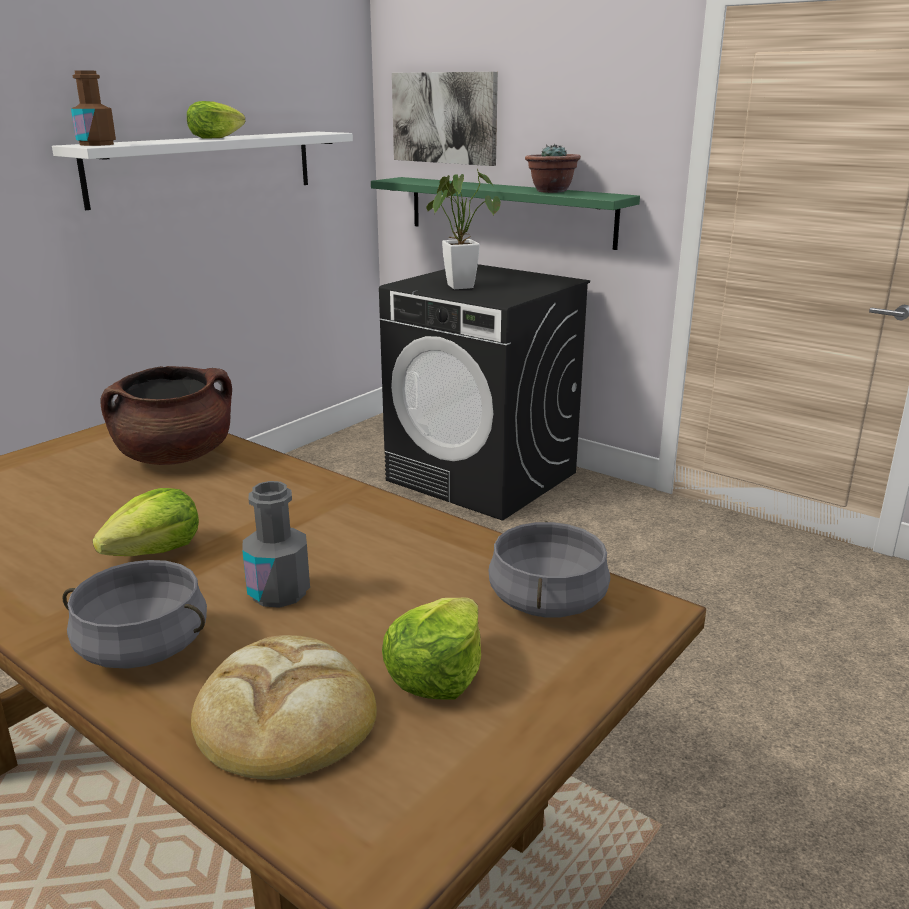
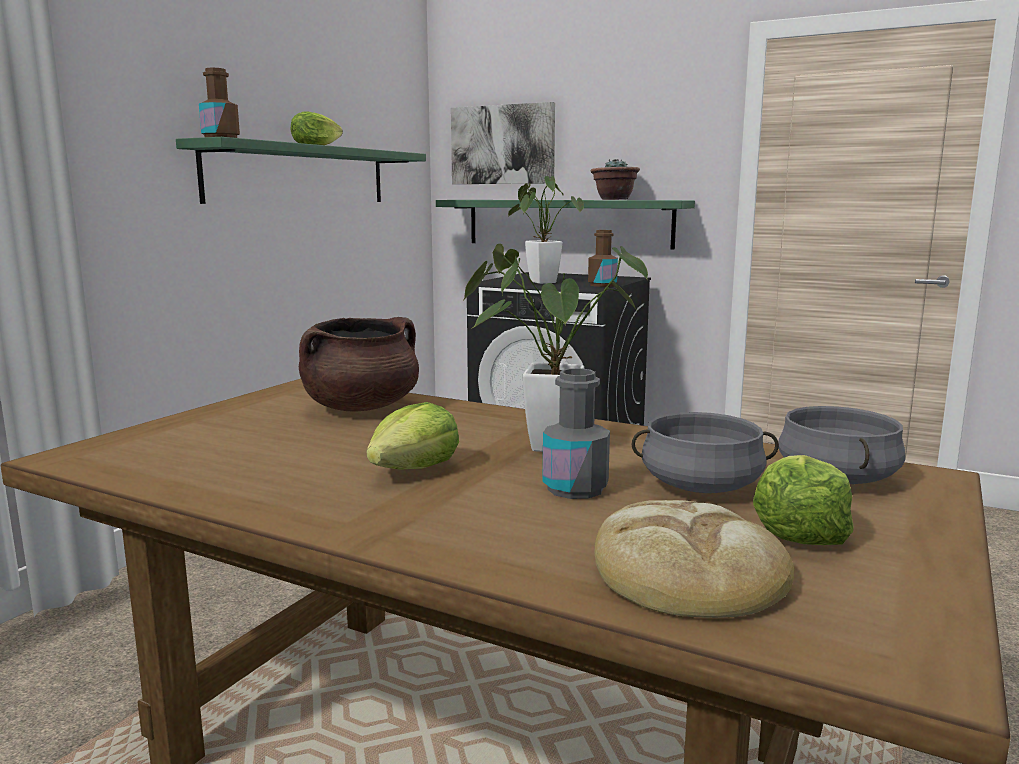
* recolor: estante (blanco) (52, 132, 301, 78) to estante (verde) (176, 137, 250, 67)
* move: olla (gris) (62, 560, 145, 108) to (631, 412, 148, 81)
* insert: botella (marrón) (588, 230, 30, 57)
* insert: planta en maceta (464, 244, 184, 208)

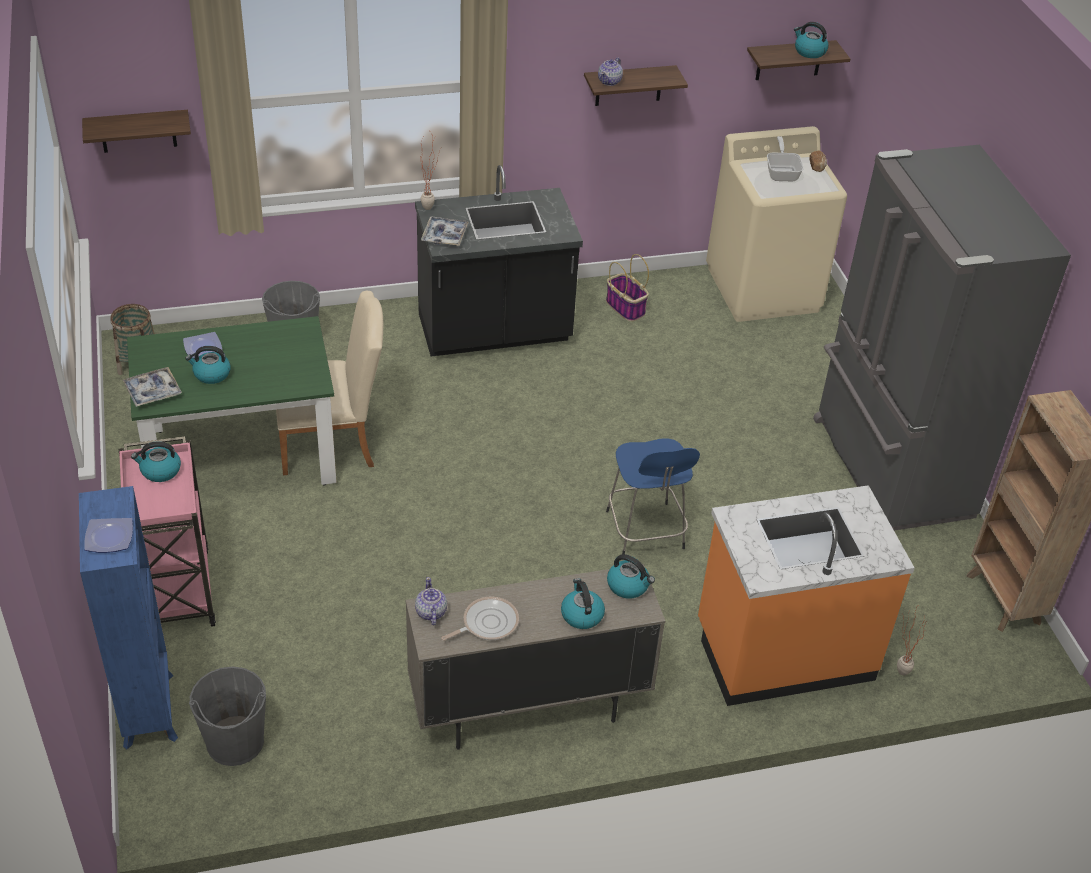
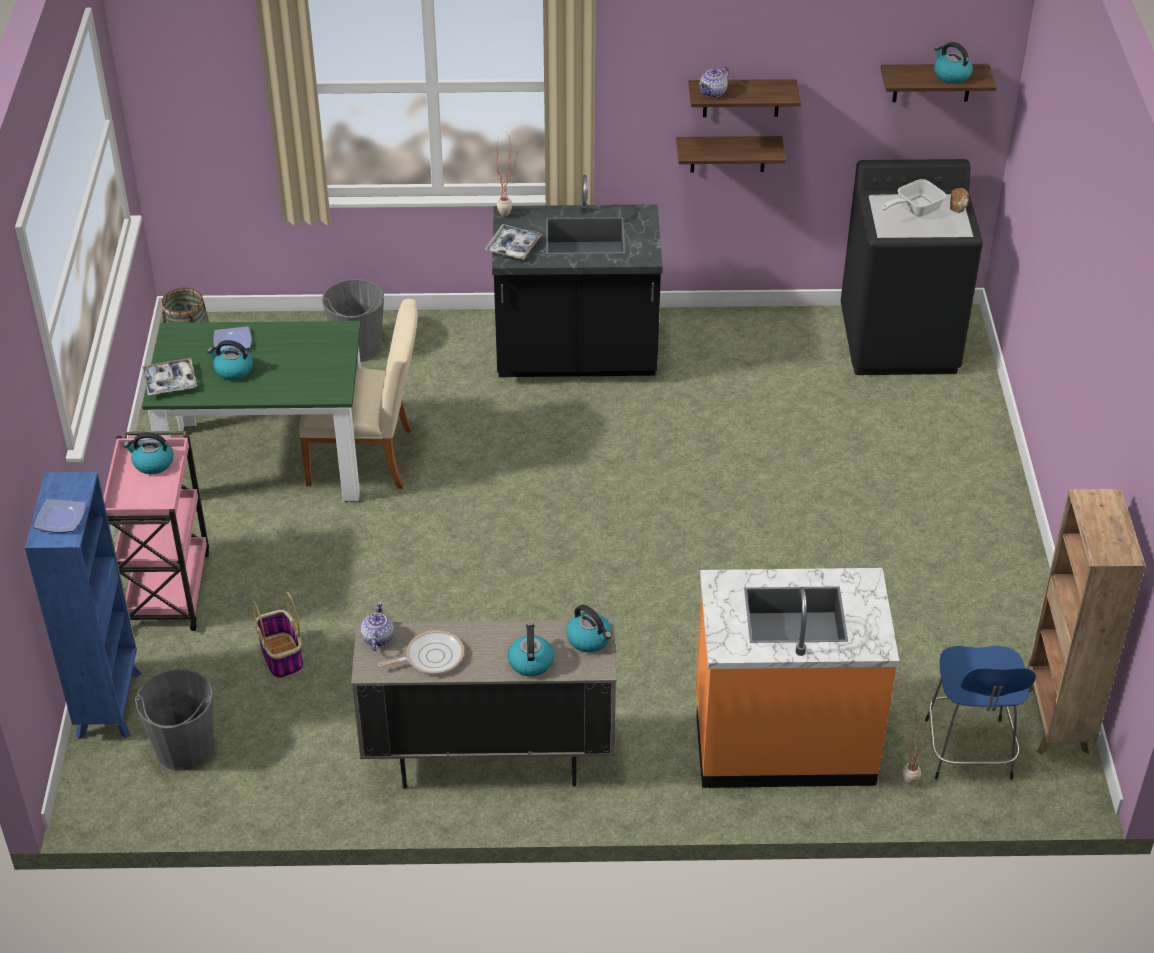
* move: estante (82, 110, 109, 43) to (676, 136, 110, 37)
* recolor: lavadora (beis) (706, 126, 141, 196) to lavadora (negro) (841, 159, 142, 216)
* rotate: sartén (767, 136, 37, 45) = (882, 179, 64, 38) 135 degrees counterclockwise
* delete: nevera (gris) (813, 145, 258, 385)
* move: cesta (606, 254, 43, 68) to (252, 592, 51, 87)
* move: taburete (azul) (606, 438, 94, 116) to (925, 646, 111, 134)

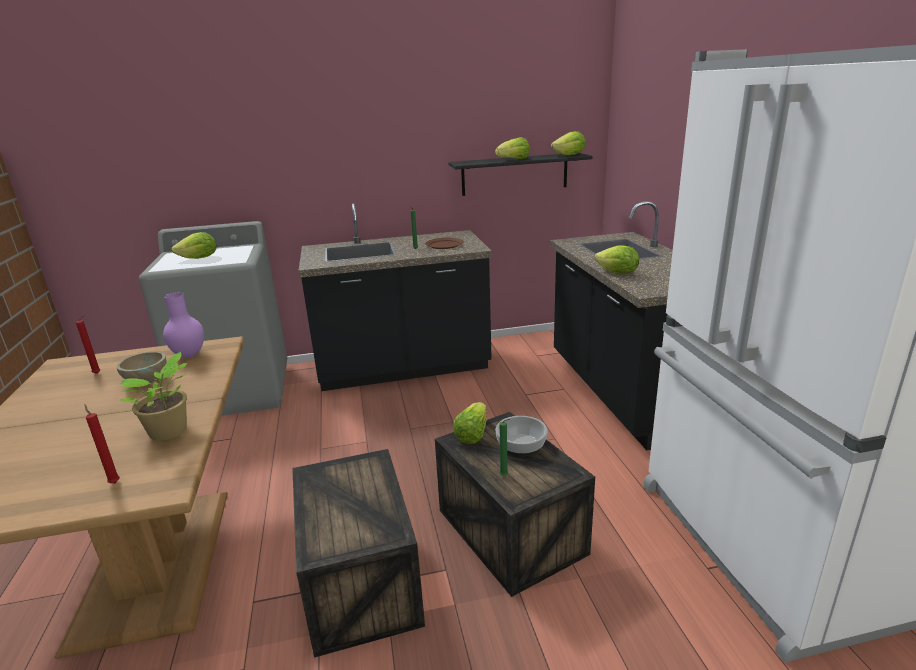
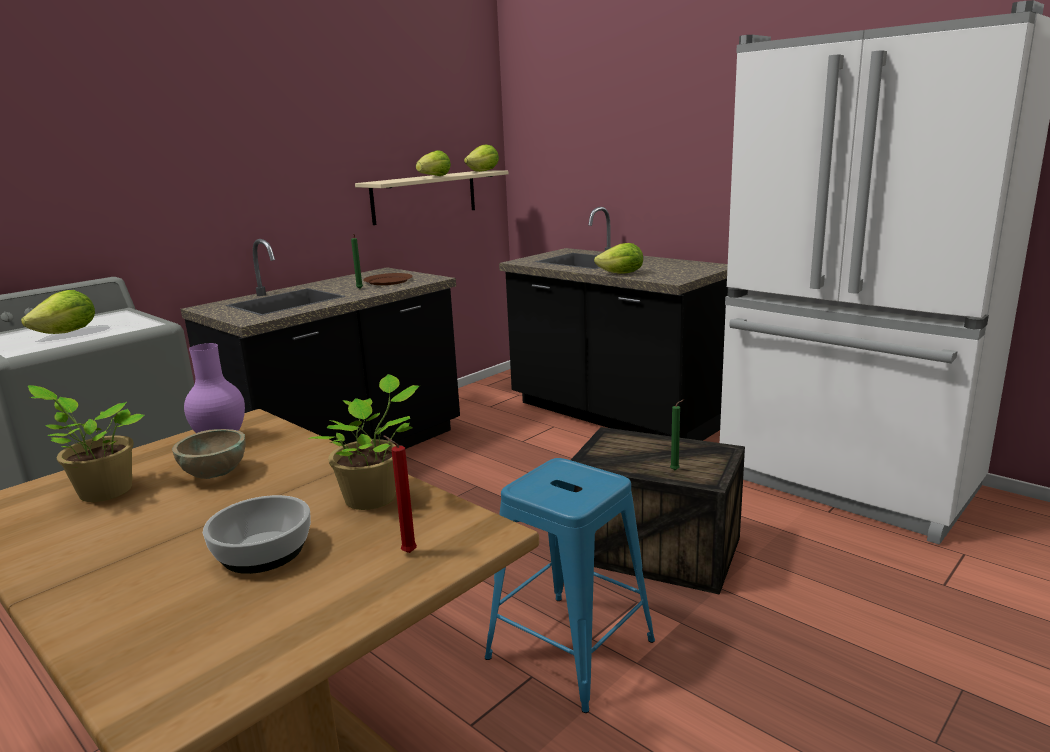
* recolor: estante (negro) (448, 153, 145, 43) to estante (beis) (355, 170, 153, 55)
* replace: vela (rojo) (76, 315, 25, 59) to planta en maceta (28, 385, 116, 117)
* delete: lechuga (453, 402, 34, 42)
* move: cuenco (496, 416, 52, 41) to (203, 495, 108, 79)
* replace: caja de embalaje (292, 449, 133, 209) to taburete (azul) (485, 458, 170, 255)

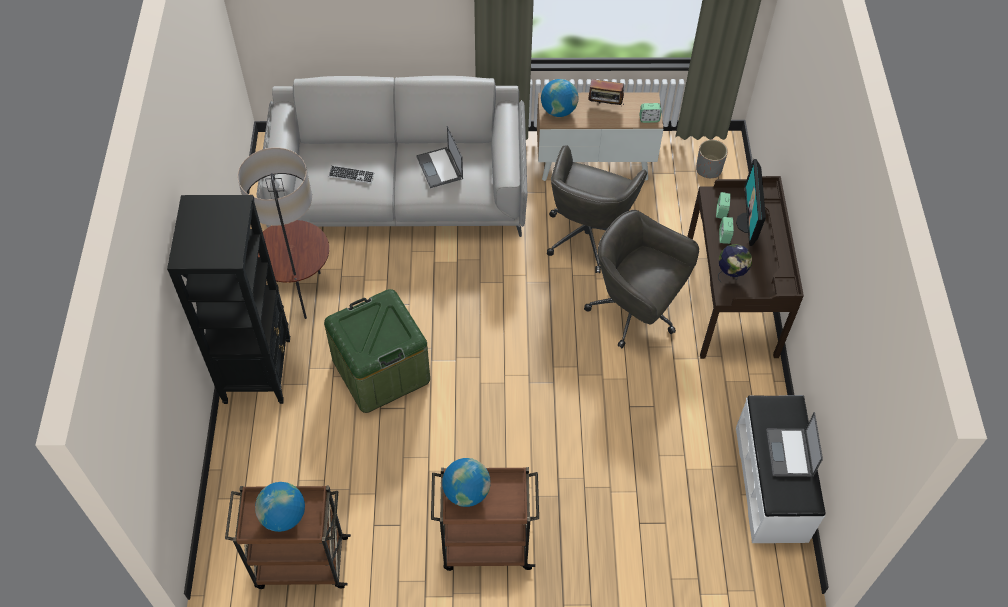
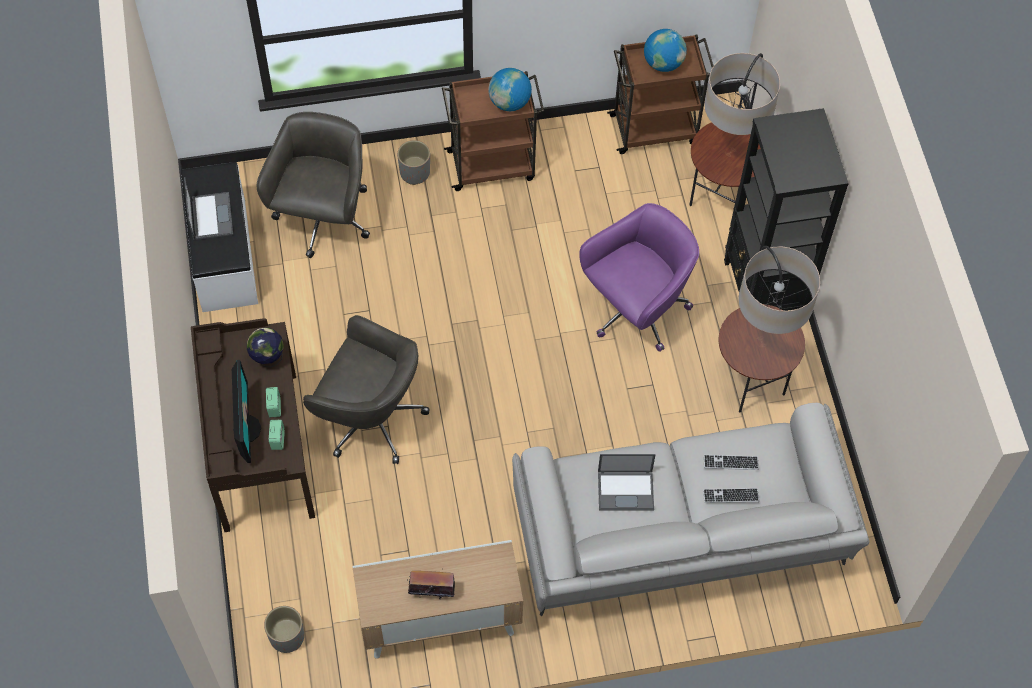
* delete: globo terráqueo (541, 79, 38, 38)
* delete: despertador (639, 103, 23, 20)
* rotate: portátil (416, 126, 47, 62) = (598, 454, 58, 56) 120 degrees clockwise
* move: silla de oficina (gris) (547, 145, 100, 128) to (257, 112, 113, 146)
* replace: caja de almacenaje (verde) (324, 289, 106, 124) to silla de oficina (morado) (579, 203, 120, 149)
* insert: lámpara de pie (689, 53, 91, 173)
* insert: maceta (gris) (397, 140, 33, 45)
* insert: teclado (703, 488, 56, 15)

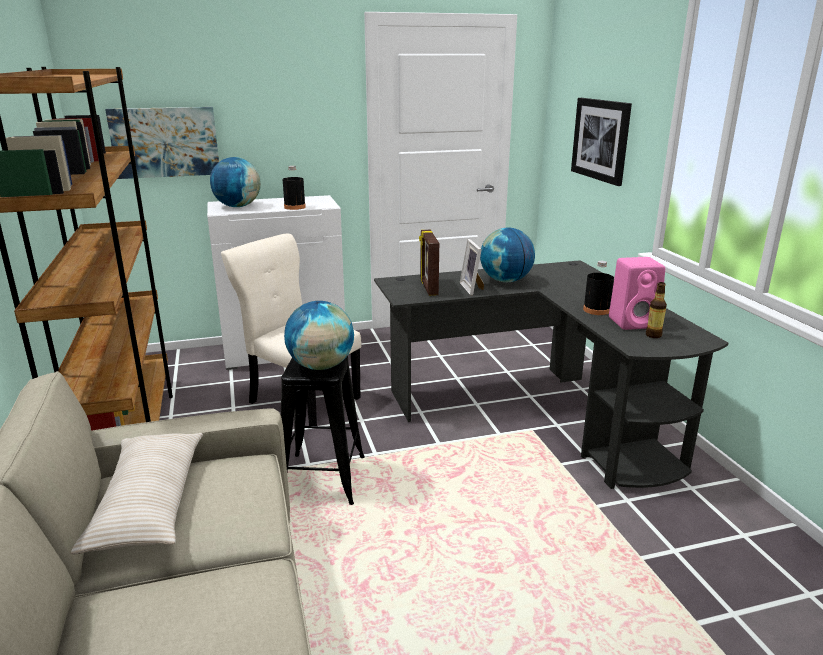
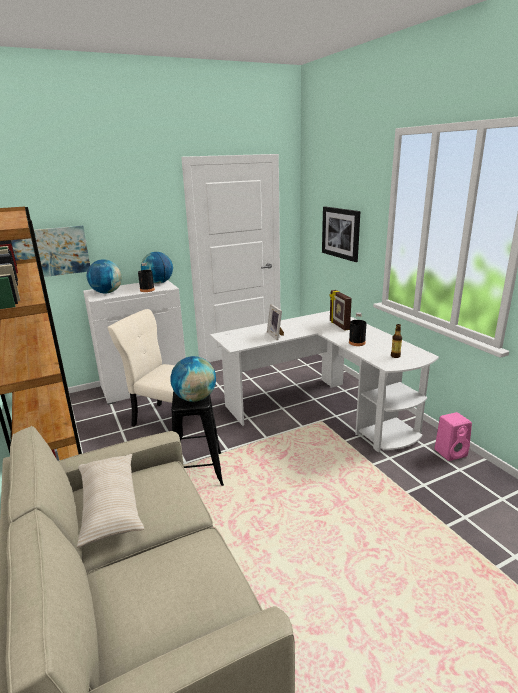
* move: globo terráqueo (480, 228, 55, 54) to (141, 252, 32, 32)
* move: portarretratos (419, 230, 20, 66) to (330, 290, 22, 41)
* move: altavoz (rosa) (609, 257, 56, 73) to (435, 412, 37, 49)
* recolor: escritorio (negro) (374, 260, 354, 229) to escritorio (blanco) (210, 311, 229, 141)

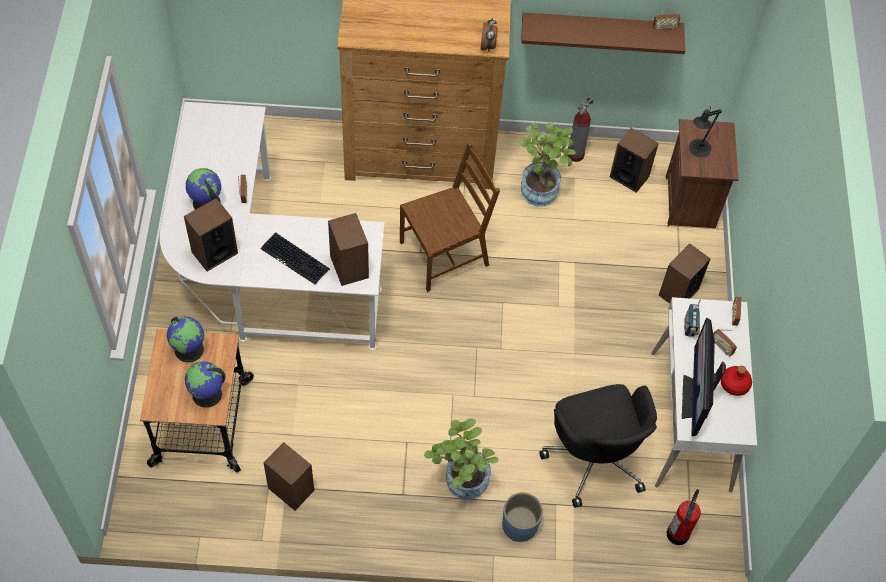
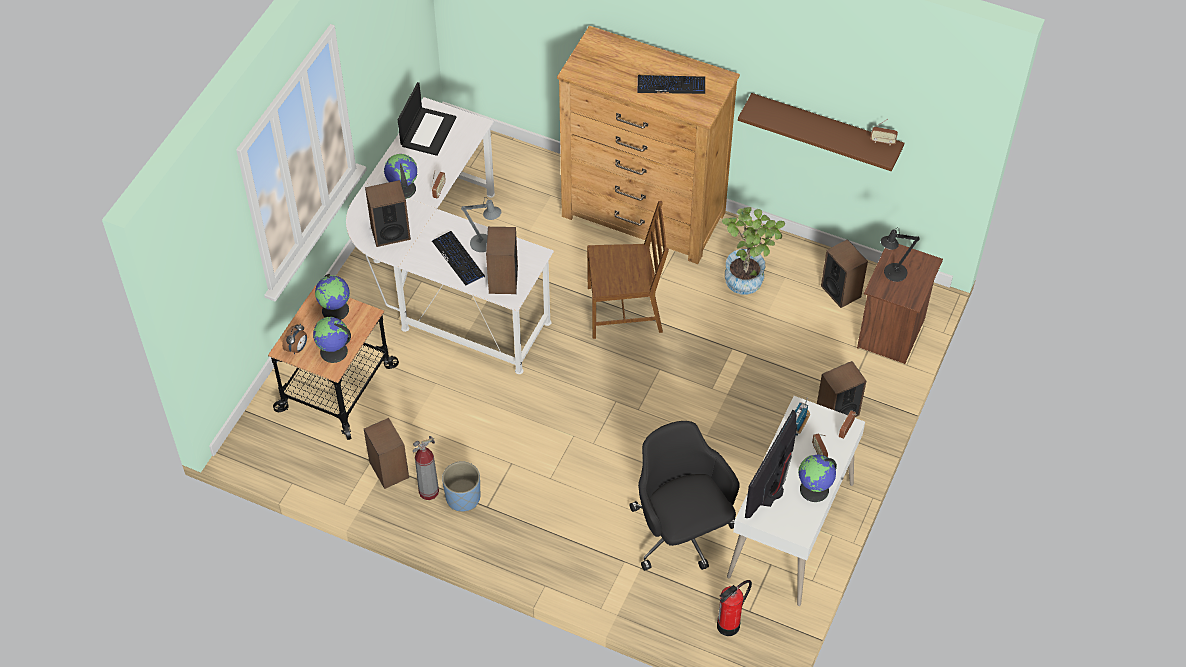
* move: despertador (481, 18, 17, 34) to (282, 324, 25, 30)
* move: extintor (567, 97, 27, 65) to (413, 436, 26, 64)
* replace: botella (rojo) (721, 366, 31, 30) to globo terráqueo (798, 455, 39, 47)
* rotate: silla de oficina (negro) (539, 384, 118, 124) = (629, 421, 110, 150) 150 degrees clockwise
* delete: planta en maceta (424, 418, 74, 82)
* move: maceta (azul) (502, 492, 41, 50) to (442, 461, 38, 51)
* insert: teclado (637, 75, 68, 19)
* insert: portátil (398, 82, 59, 74)
* insert: lámpara de mesa (gris) (461, 197, 40, 55)

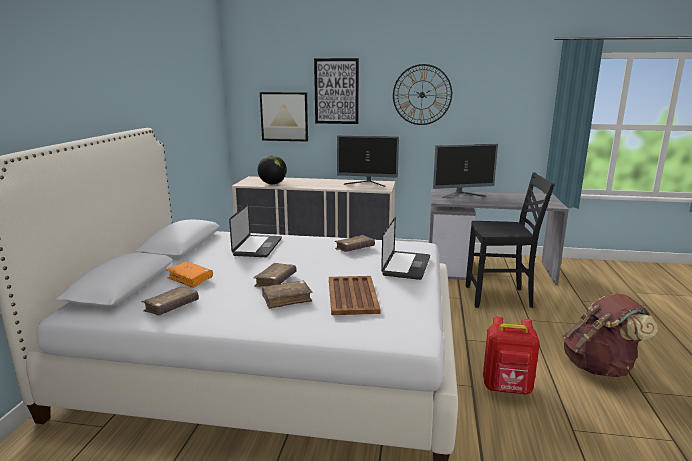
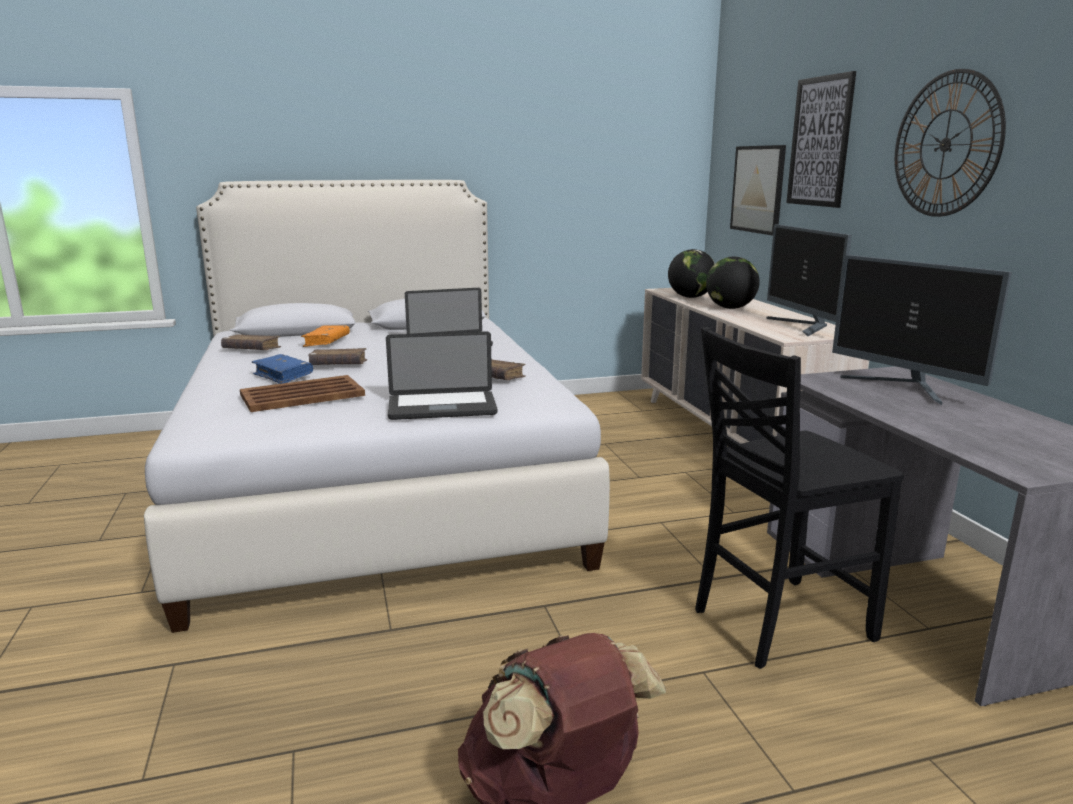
* rotate: silla (negro) (466, 172, 89, 136) = (695, 327, 209, 342) 90 degrees clockwise
* recolor: libro (marrón) (262, 281, 51, 28) to libro (azul) (252, 354, 61, 30)
* delete: mochila (rojo) (483, 316, 57, 78)
* insert: globo terráqueo (706, 257, 54, 52)

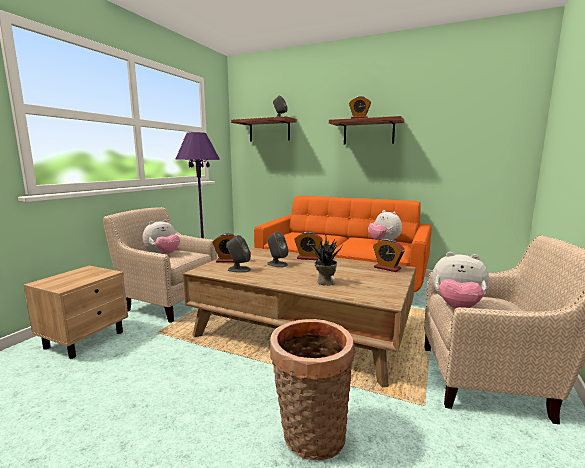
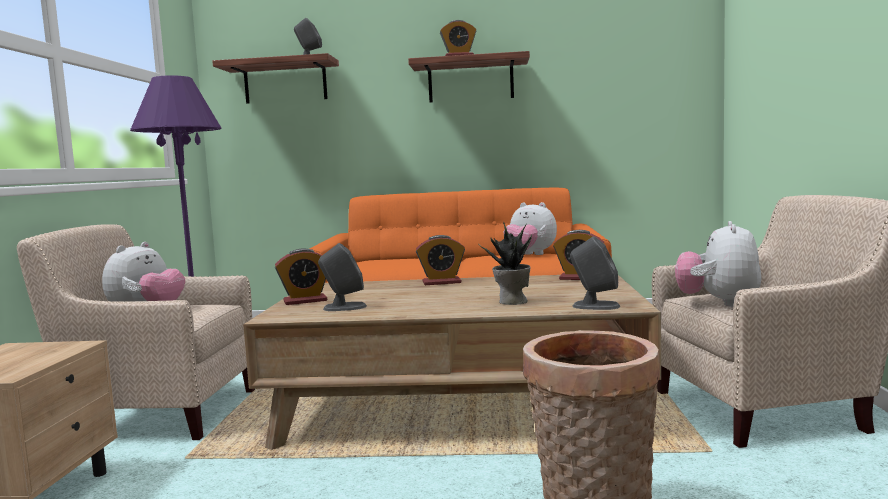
* move: altavoz (gris) (267, 231, 22, 37) to (570, 236, 50, 74)
* rotate: peluche (432, 252, 57, 57) = (675, 221, 87, 86) 105 degrees clockwise

